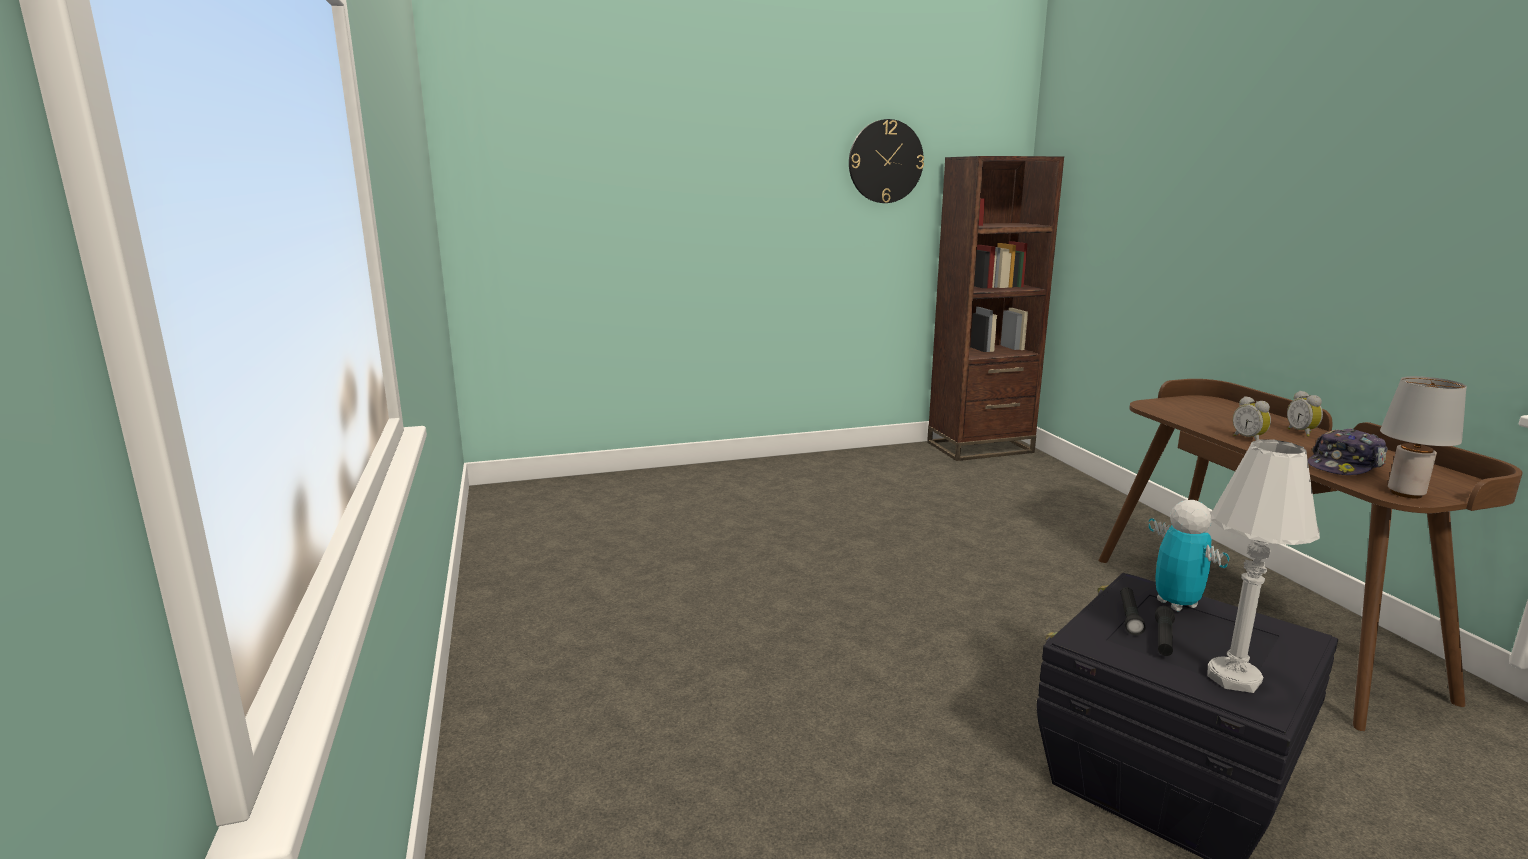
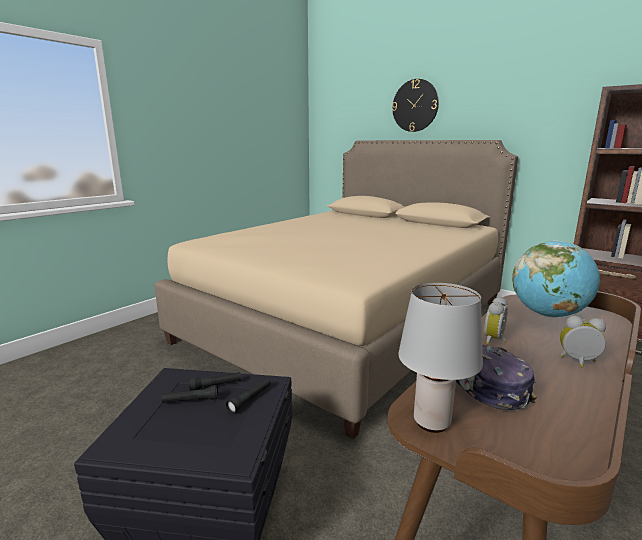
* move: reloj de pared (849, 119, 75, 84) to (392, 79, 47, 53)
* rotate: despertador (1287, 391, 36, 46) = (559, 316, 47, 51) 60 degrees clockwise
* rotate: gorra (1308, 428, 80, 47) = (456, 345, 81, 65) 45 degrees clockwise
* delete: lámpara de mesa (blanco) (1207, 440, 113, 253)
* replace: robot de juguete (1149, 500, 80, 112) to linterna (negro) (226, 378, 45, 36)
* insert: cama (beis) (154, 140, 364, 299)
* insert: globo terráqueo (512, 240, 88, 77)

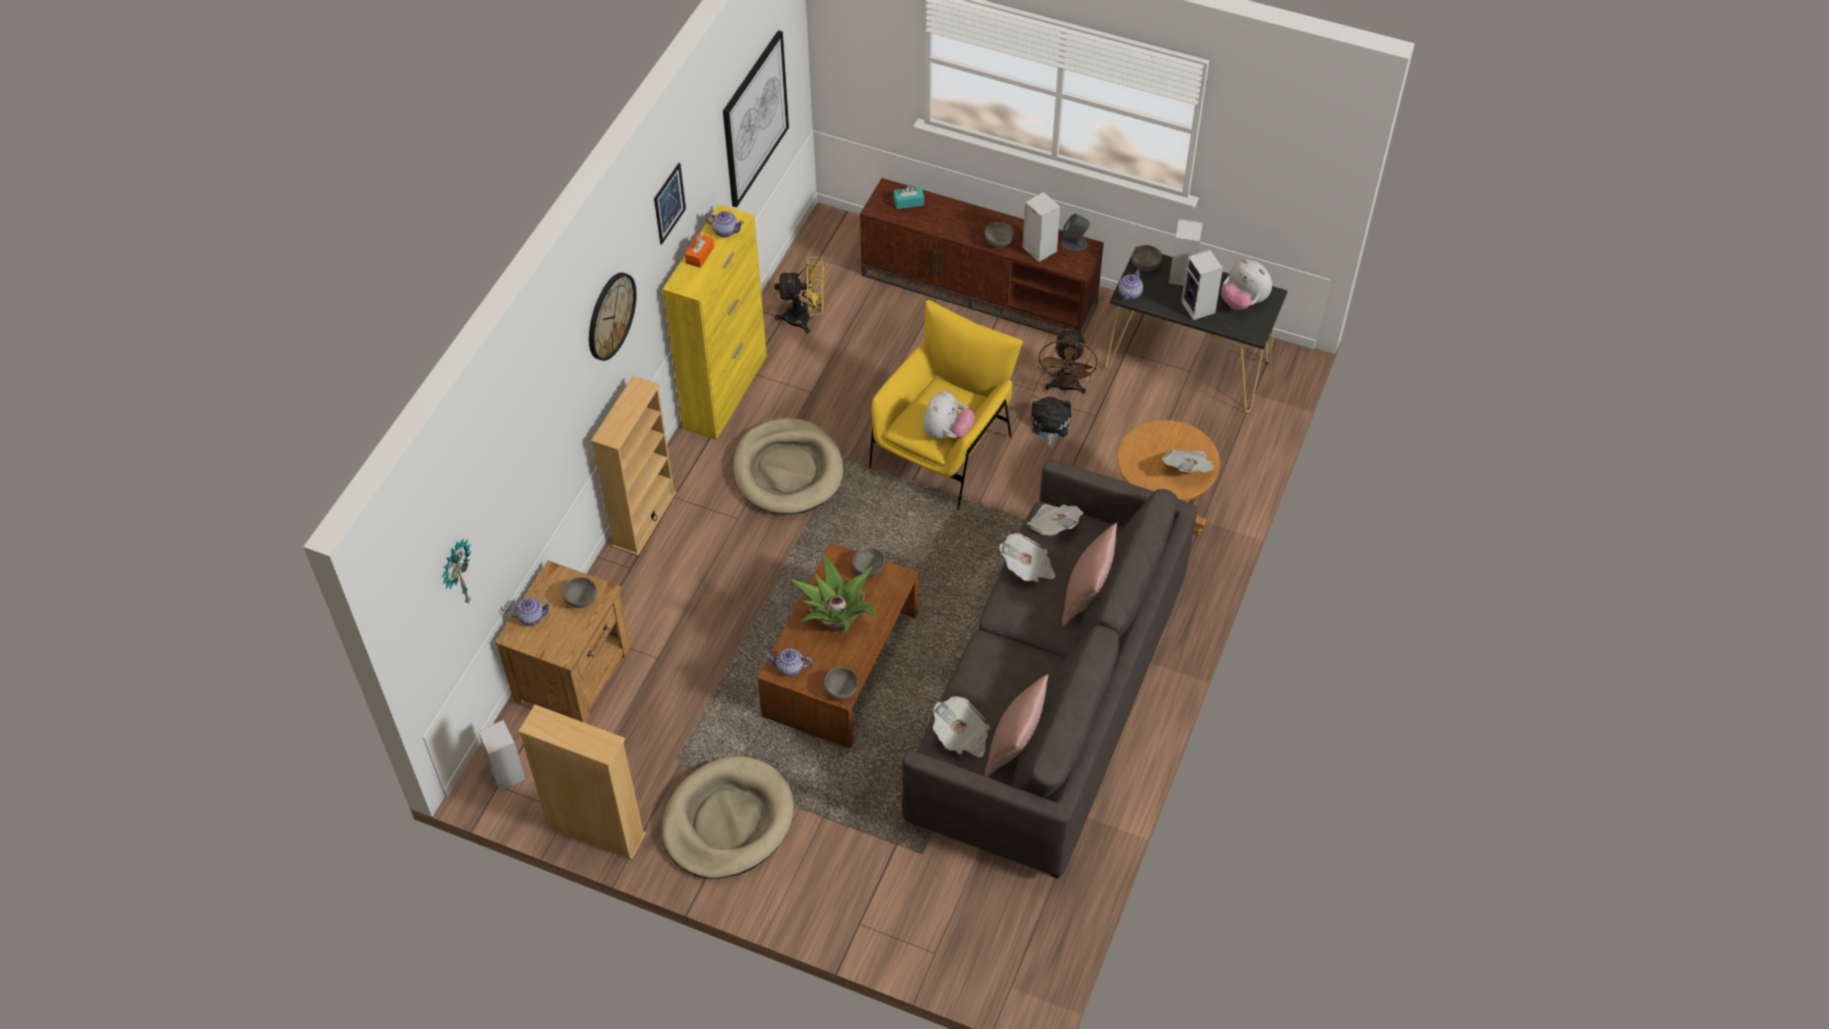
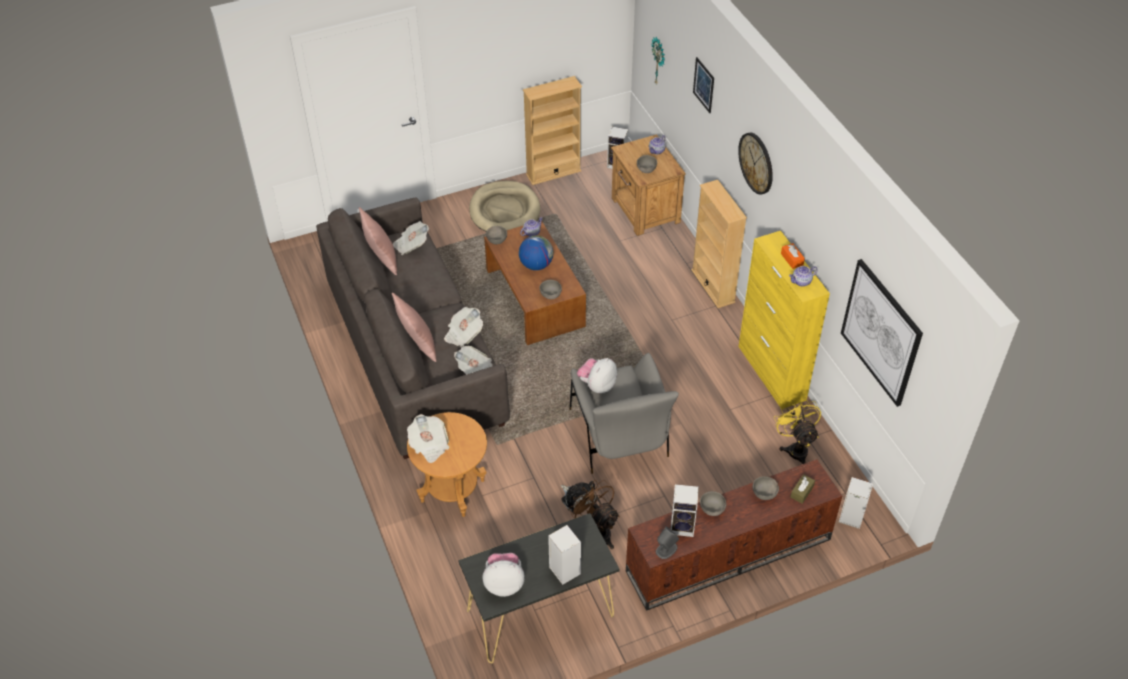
* move: cuadro (654, 163, 32, 82) to (693, 57, 21, 56)
* recolor: caja de pañuelos (turquesa) (894, 185, 30, 24) to caja de pañuelos (marrón) (790, 474, 25, 30)
* move: cuenco (gris) (1132, 245, 30, 27) to (753, 476, 26, 24)
* move: altavoz (1181, 250, 42, 70) to (839, 477, 34, 52)
* rotate: ventilador (amarillo) (775, 257, 49, 77) = (774, 398, 47, 66) 120 degrees clockwise
* delete: tetera (1118, 270, 25, 30)
* recolor: sillón (amarillo) (869, 300, 154, 210) to sillón (gris) (570, 353, 109, 121)
* rotate: peluche (923, 391, 52, 48) = (577, 358, 40, 35) 60 degrees clockwise
* delete: cama para perro (beis) (733, 418, 110, 96)
* replace: planta en maceta (790, 555, 86, 77) to globo terráqueo (519, 235, 35, 35)

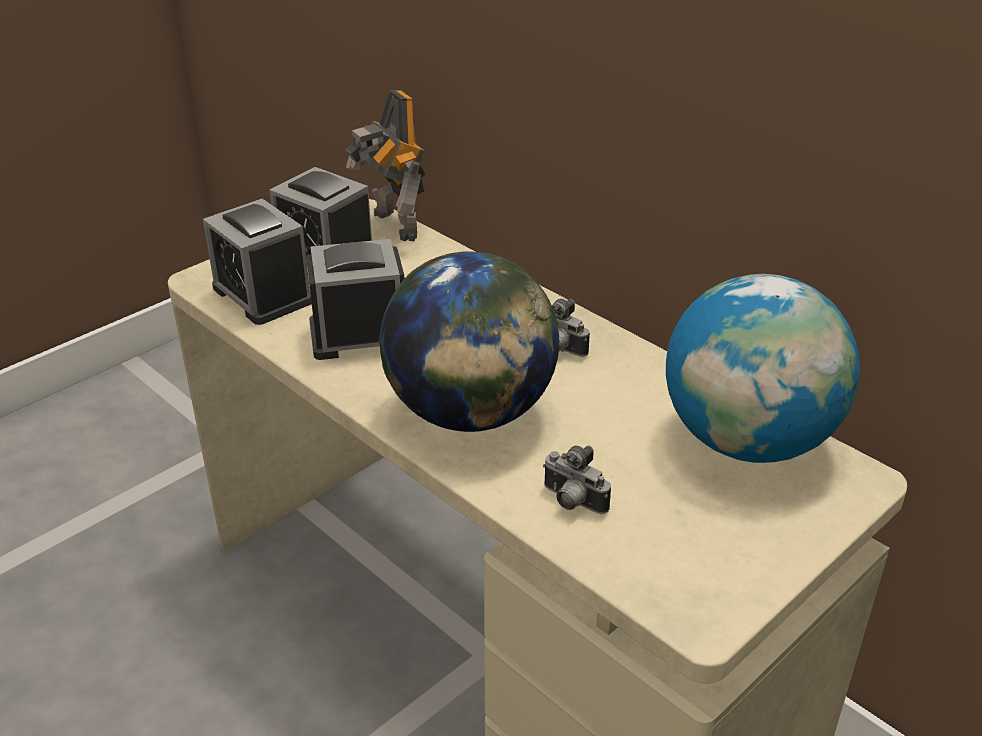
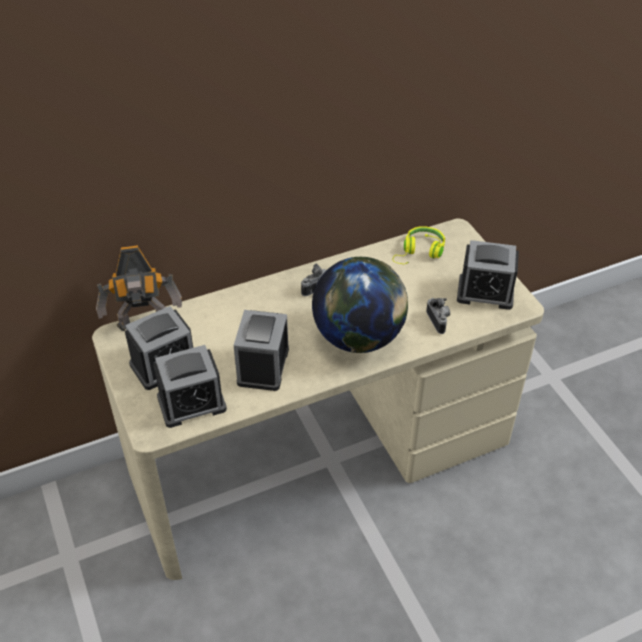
* replace: globo terráqueo (666, 274, 194, 189) to auriculares (amarillo) (392, 226, 53, 38)
* rotate: cámara (543, 445, 68, 69) = (426, 298, 24, 36) 75 degrees counterclockwise
* insert: despertador (457, 240, 62, 70)

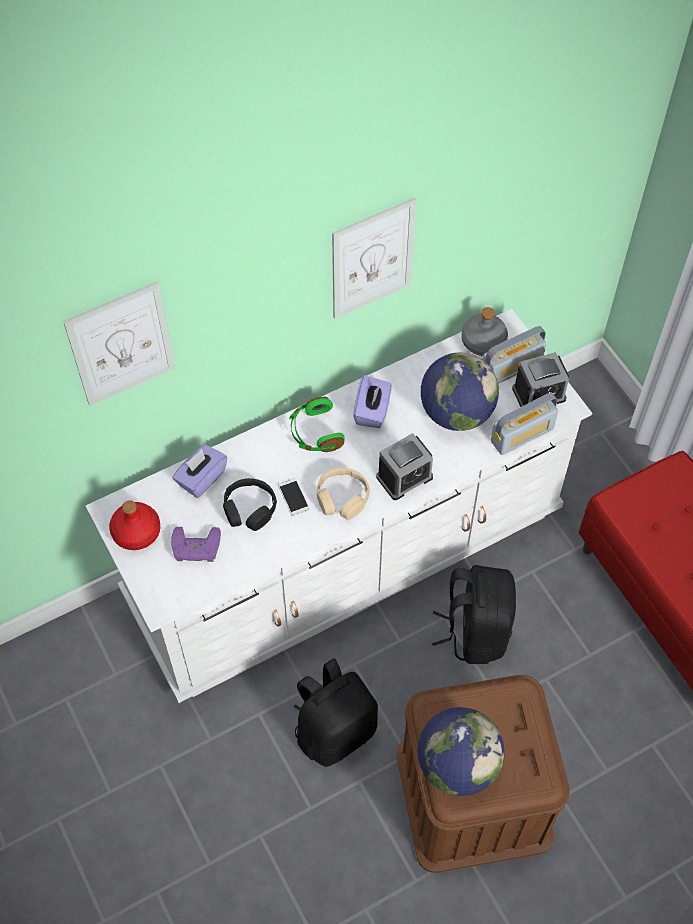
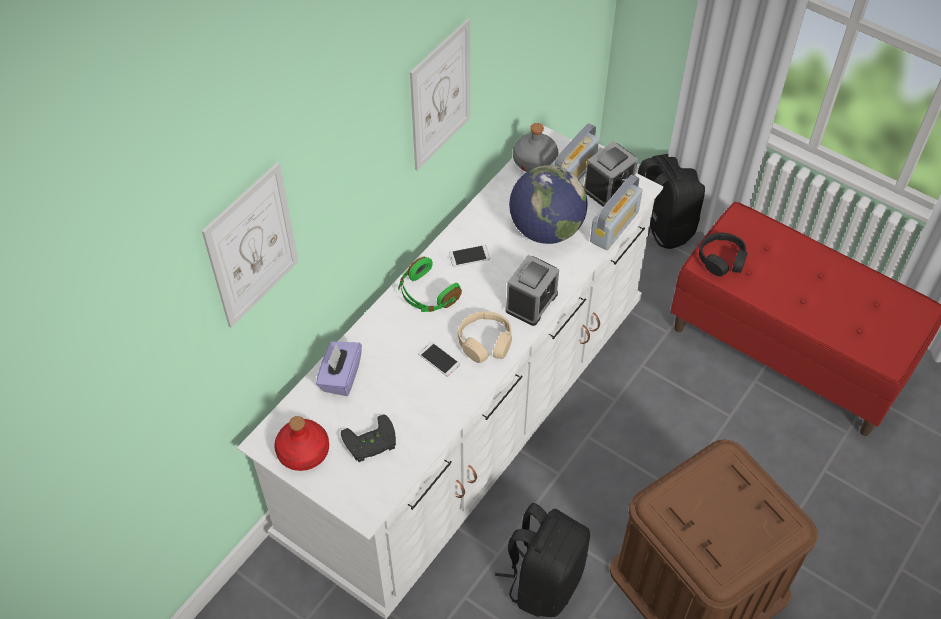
* replace: caja de pañuelos (morado) (353, 375, 38, 53) to móvil (449, 245, 41, 22)
* move: auriculares (negro) (223, 478, 54, 53) to (699, 233, 48, 43)
* recolor: mando de consola (morado) (171, 527, 50, 35) to mando de consola (negro) (341, 415, 55, 47)
* move: mochila (negro) (432, 565, 84, 99) to (638, 154, 67, 95)
* delete: globo terráqueo (417, 707, 87, 89)

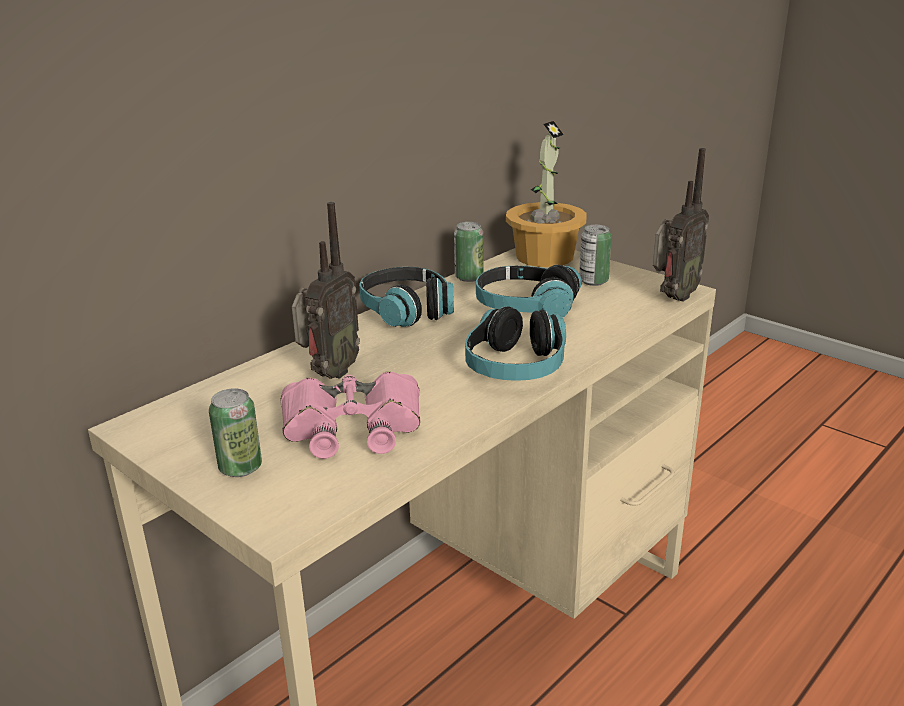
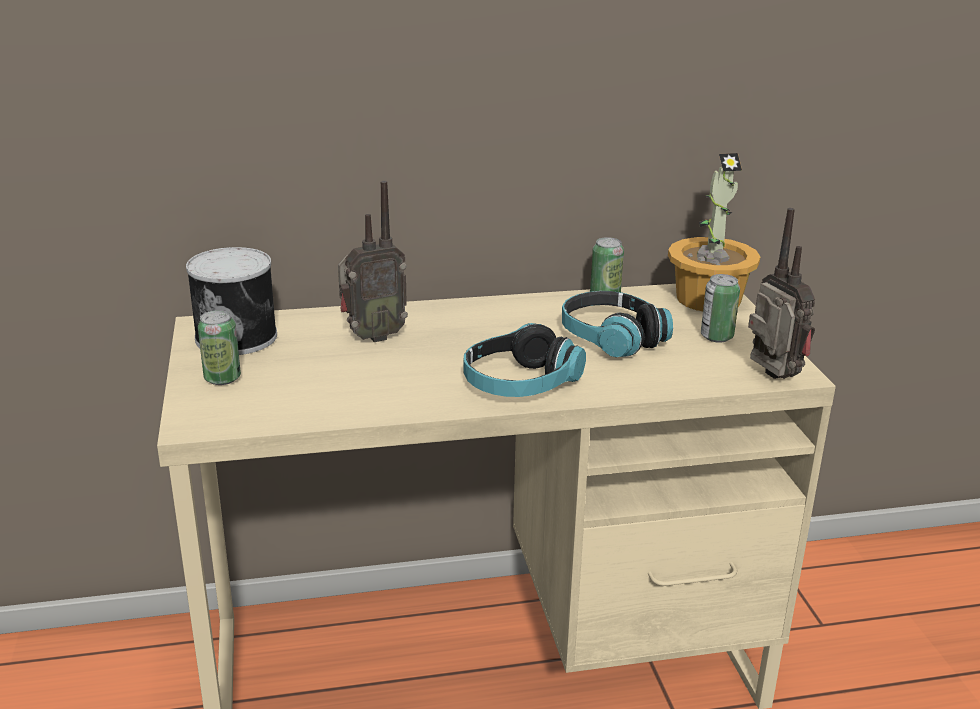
* rotate: radio (653, 148, 56, 154) = (748, 208, 67, 171) 105 degrees counterclockwise
* delete: auriculares (359, 267, 95, 60)
* delete: prismáticos (rosa) (281, 371, 139, 88)
* insert: lata (186, 247, 91, 108)

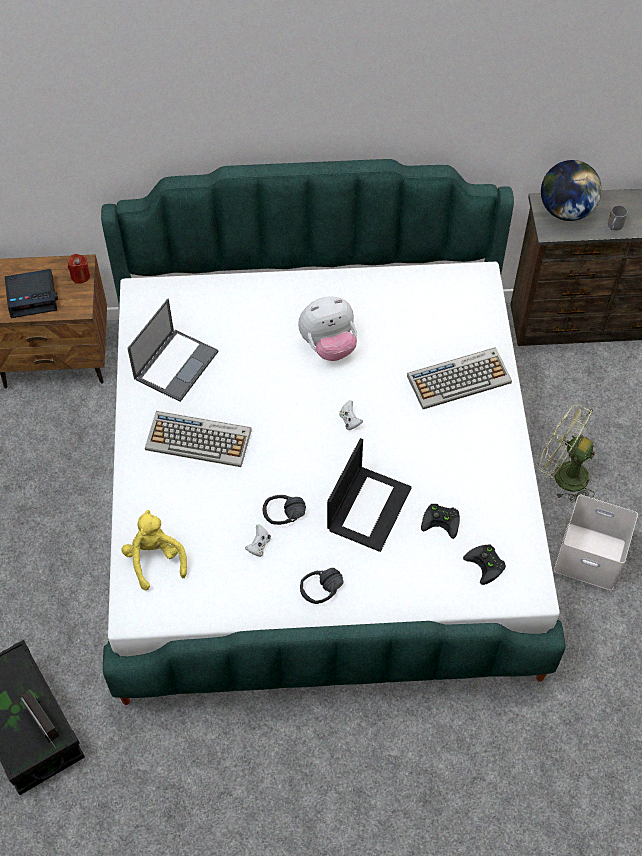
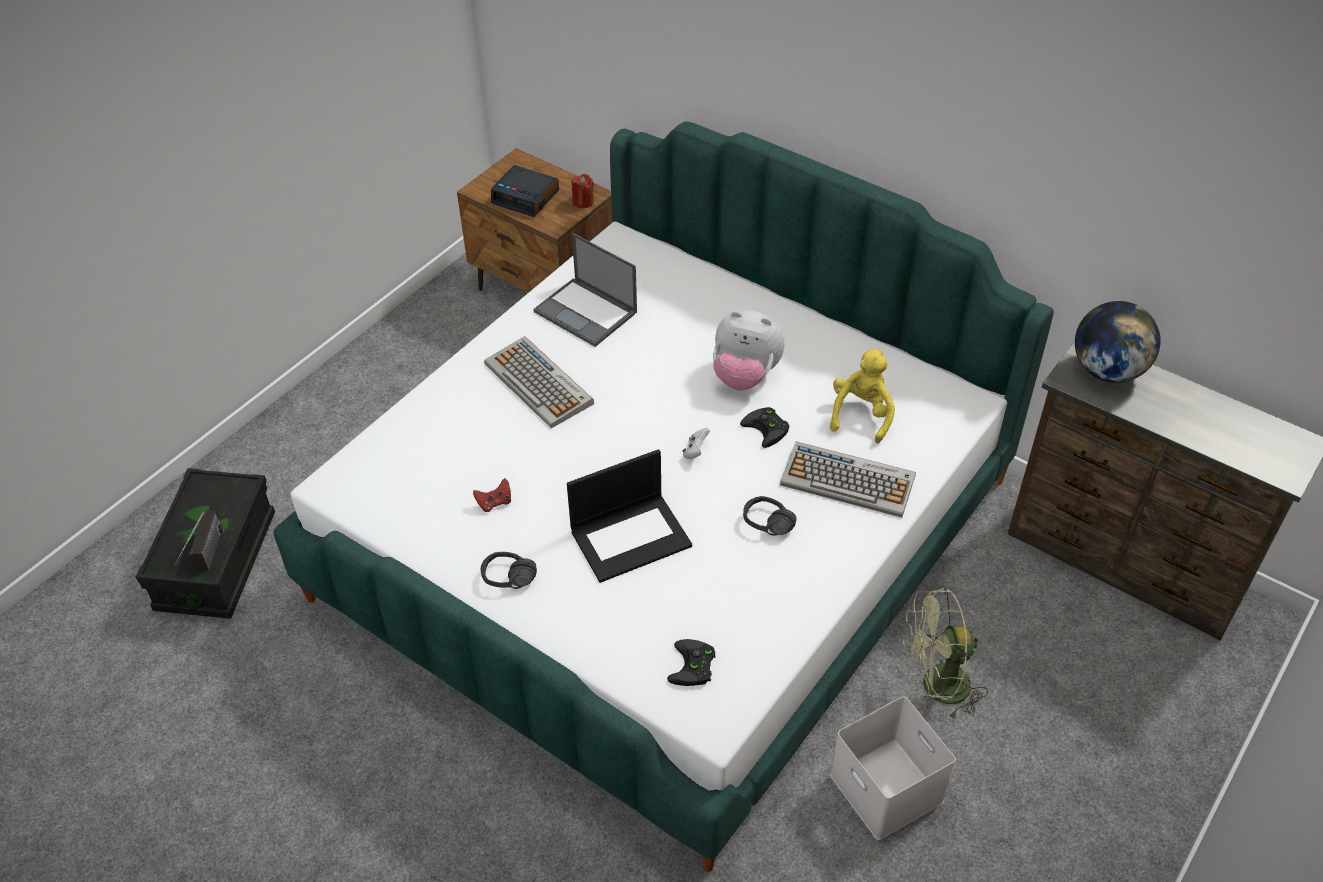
* delete: taza grande (gris) (608, 205, 20, 25)
* rotate: portátil (127, 299, 91, 103) = (533, 233, 104, 114) 60 degrees clockwise
* rotate: ventilador (verde) (538, 403, 58, 100) = (903, 588, 85, 133) 75 degrees counterclockwise
* move: auriculares (negro) (263, 495, 43, 30) to (743, 496, 54, 40)
* move: mando de consola (negro) (421, 504, 39, 35) to (740, 407, 50, 41)
* move: peluche (amarillo) (121, 510, 66, 80) to (830, 349, 65, 94)
* recolor: mando de consola (blanco) (245, 524, 26, 33) to mando de consola (rojo) (473, 478, 38, 34)

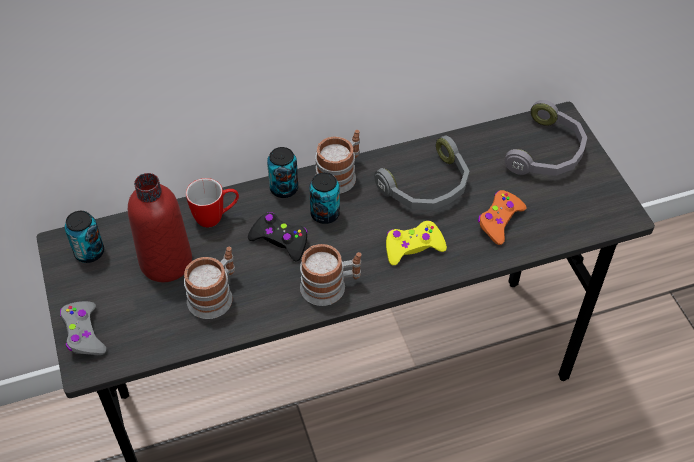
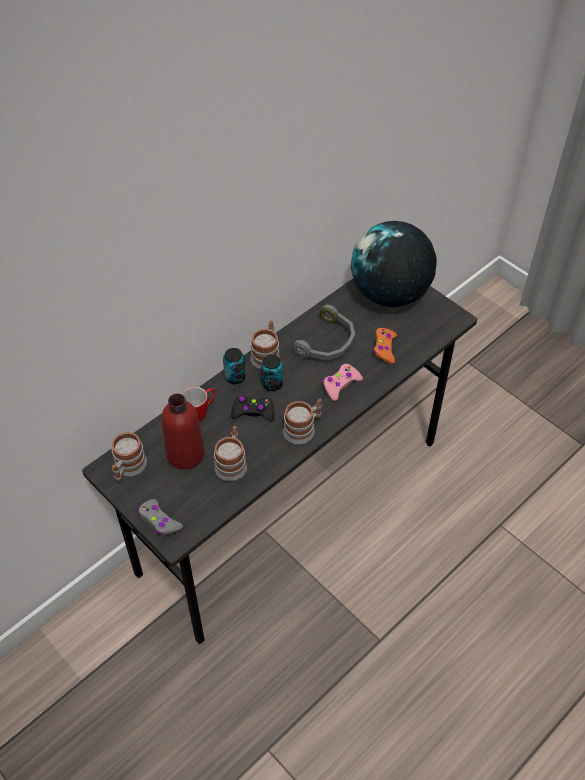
* replace: auriculares (gris) (504, 100, 83, 76) to globo terráqueo (351, 221, 86, 86)
* replace: lata (65, 211, 39, 52) to taza grande (112, 432, 35, 49)
* recolor: mando de consola (amarillo) (386, 221, 61, 44) to mando de consola (rosa) (323, 364, 40, 37)

